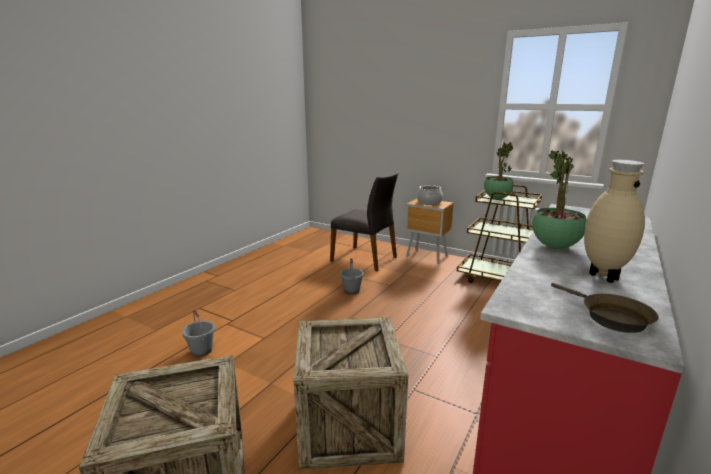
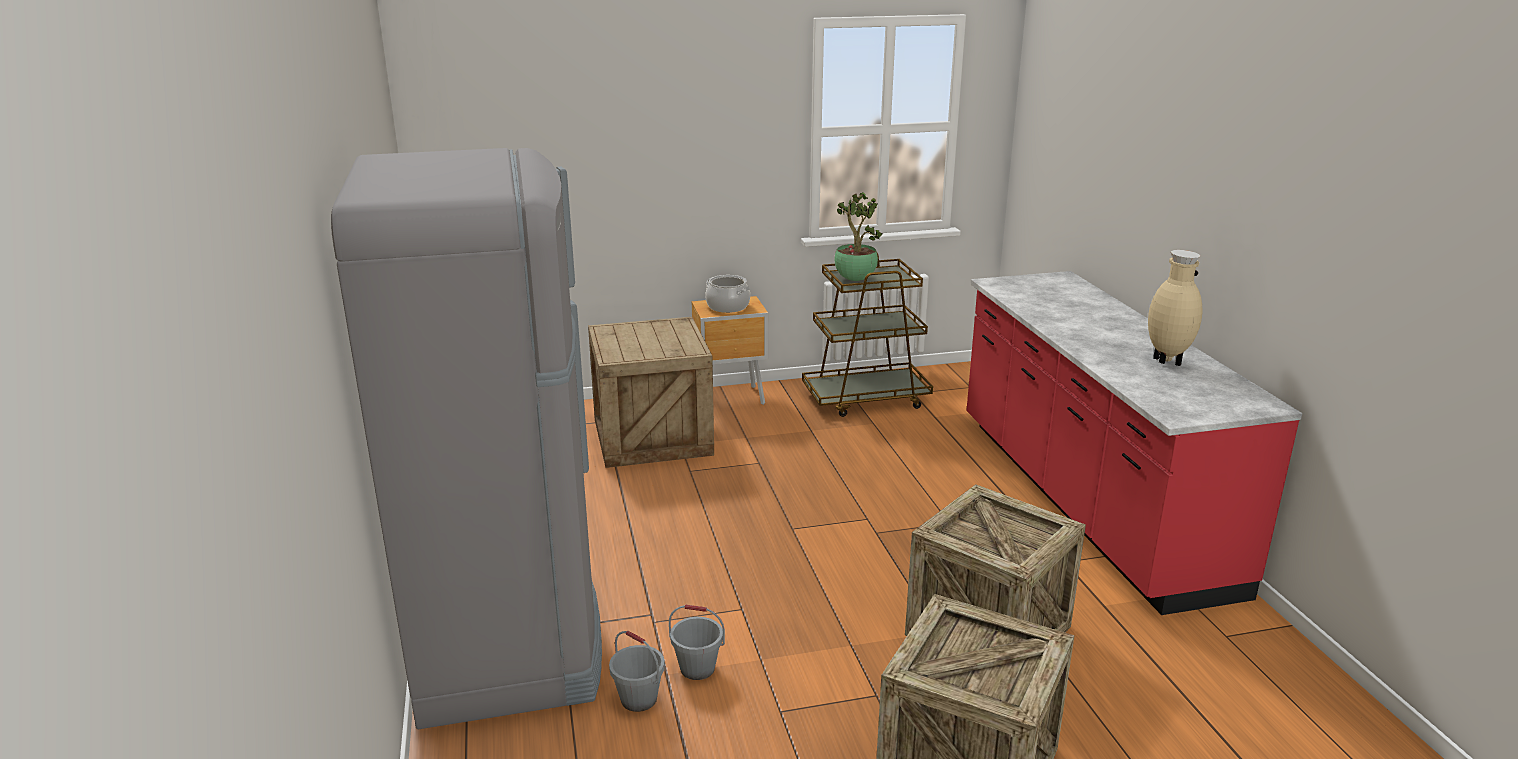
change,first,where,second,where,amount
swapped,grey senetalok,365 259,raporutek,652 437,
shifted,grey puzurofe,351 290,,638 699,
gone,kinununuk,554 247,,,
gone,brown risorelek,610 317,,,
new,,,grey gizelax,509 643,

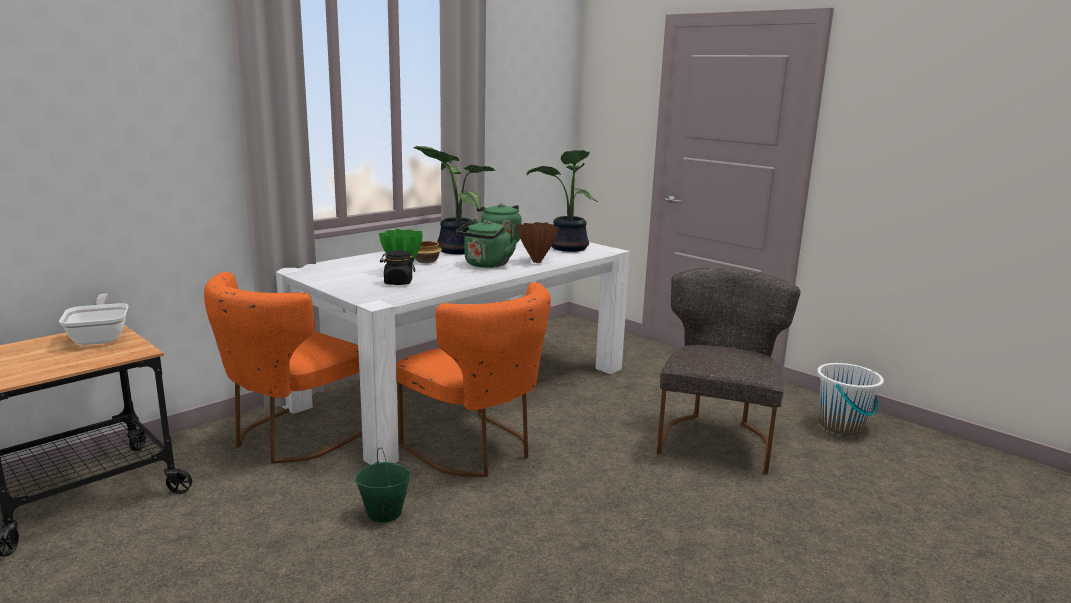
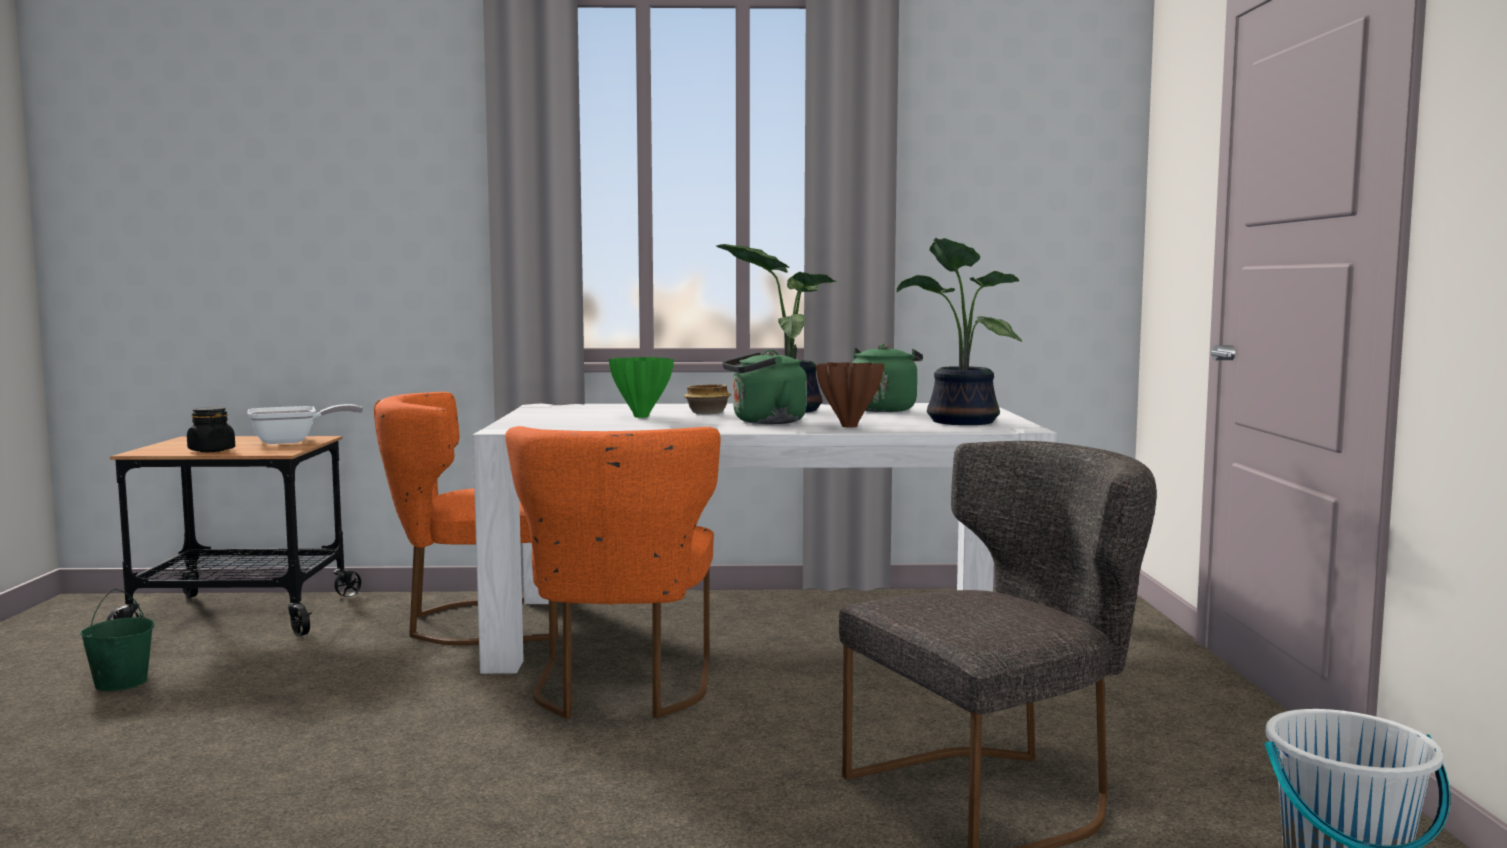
change,first,where,second,where,amount
rotated,risorelek,101 337,,292 441,45 degrees clockwise
shifted,green puzurofe,384 513,,120 683,
shifted,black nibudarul,398 282,,211 450,

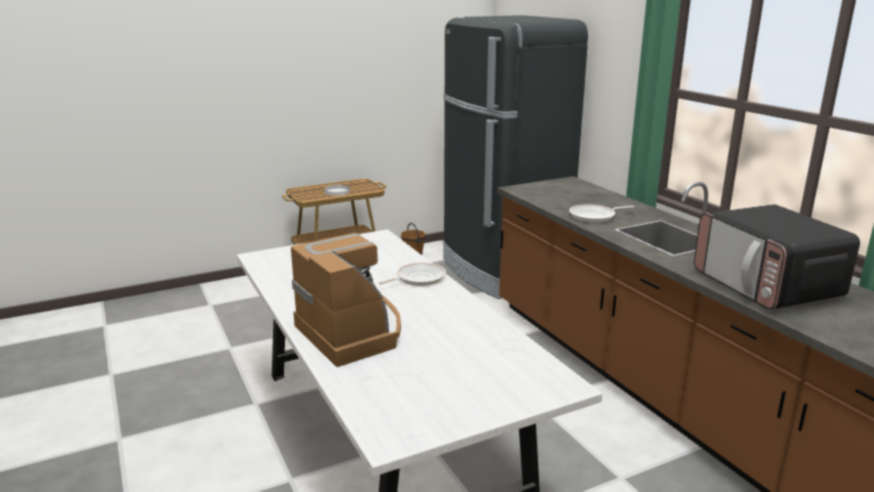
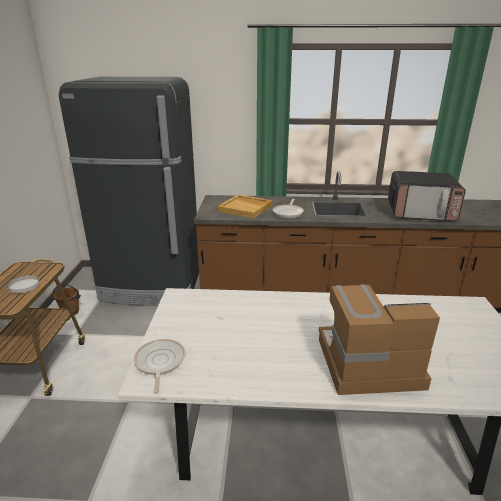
change,first,where,second,where,amount
shifted,risorelek,418 278,,159 362,
new,,,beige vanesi,245 208,

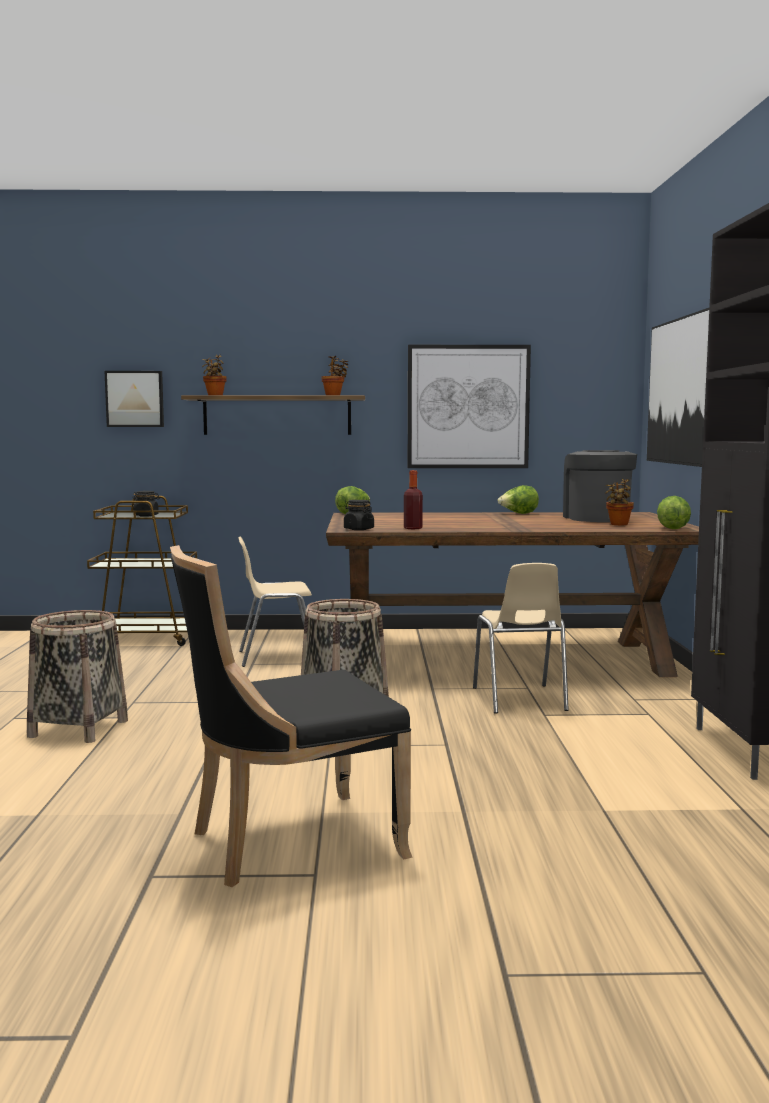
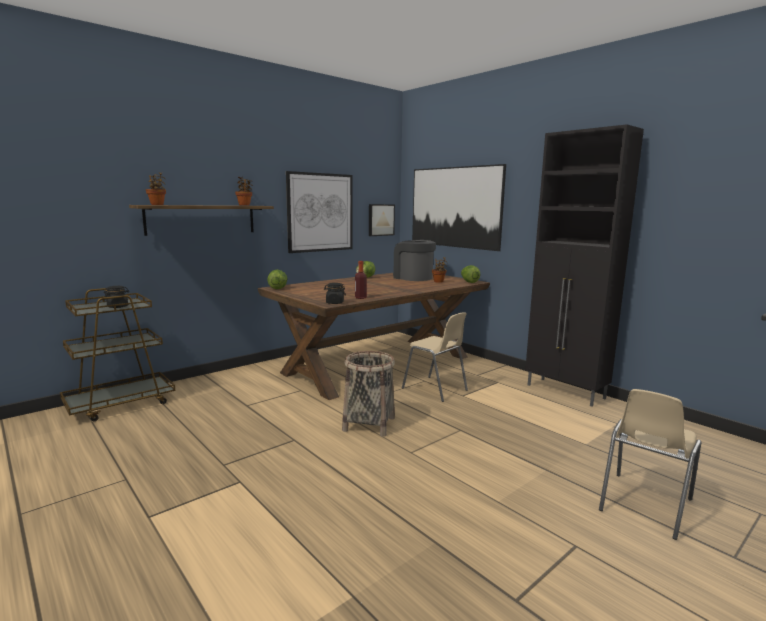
change,first,where,second,where,amount
gone,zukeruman,78 728,,,
shifted,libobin,135 399,,380 220,
gone,black senetalok,288 843,,,
shifted,beige senetalok,277 657,,644 505,

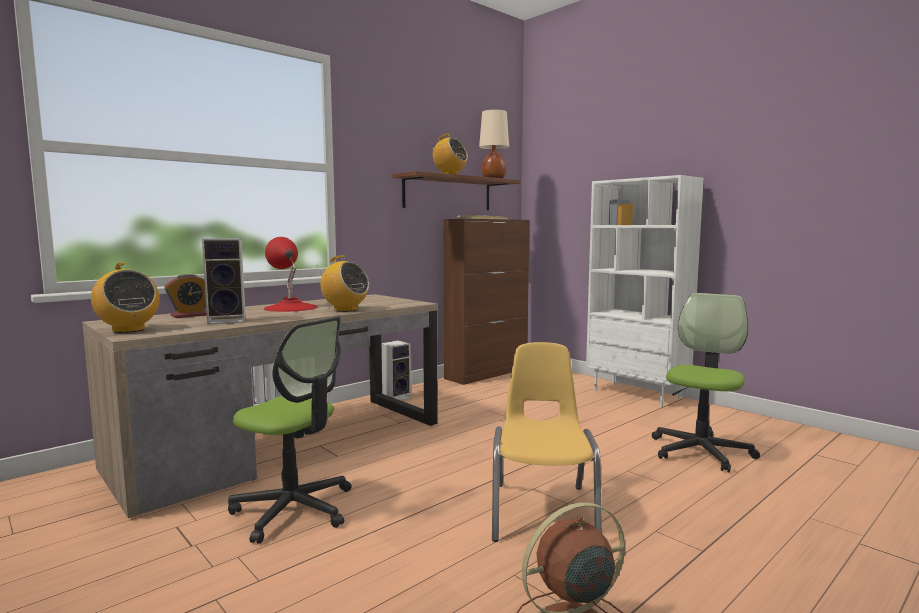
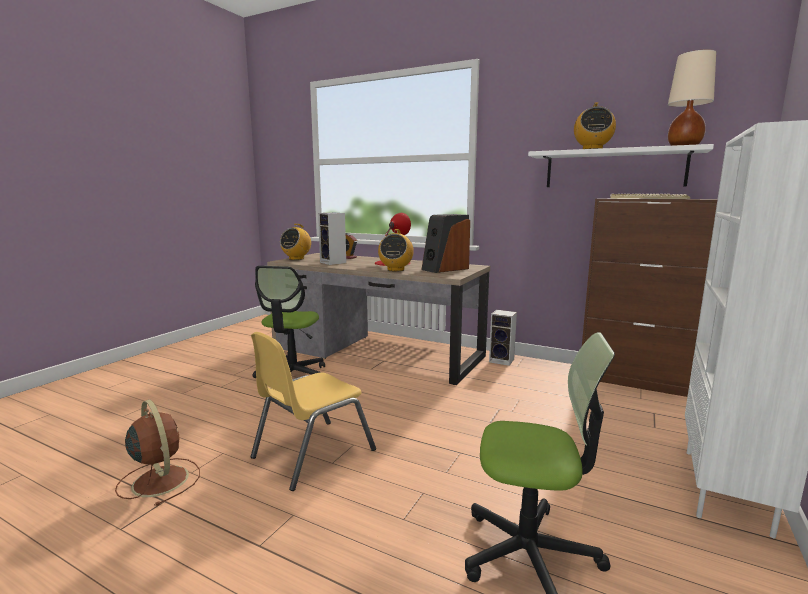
change,first,where,second,where,amount
repainted,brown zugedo,448 193,white zugedo,614 169,
rotated,yellow senetalok,543 512,,312 453,150 degrees clockwise
new,,,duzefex,445 269,

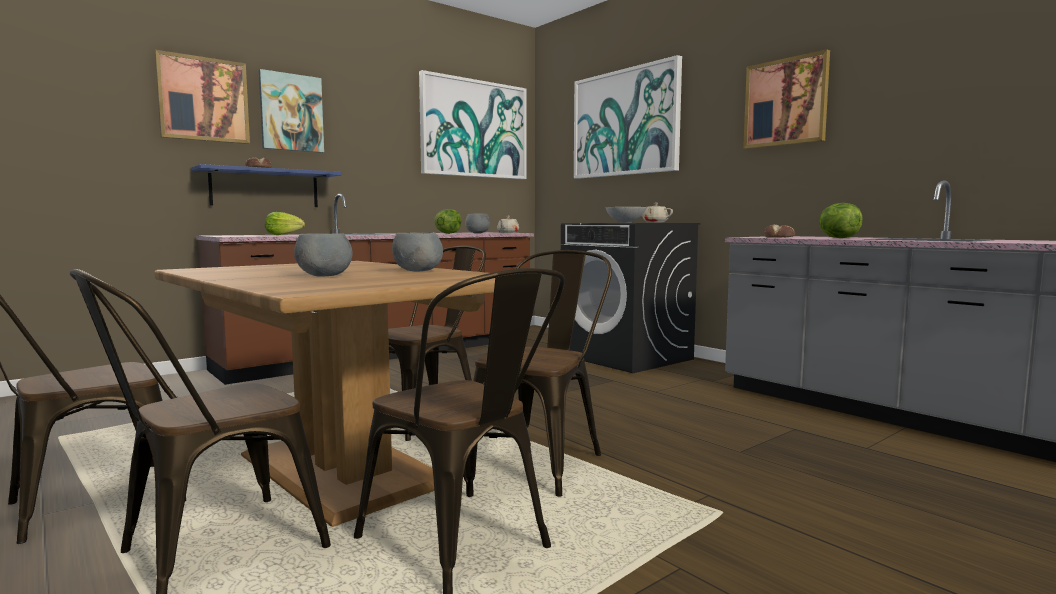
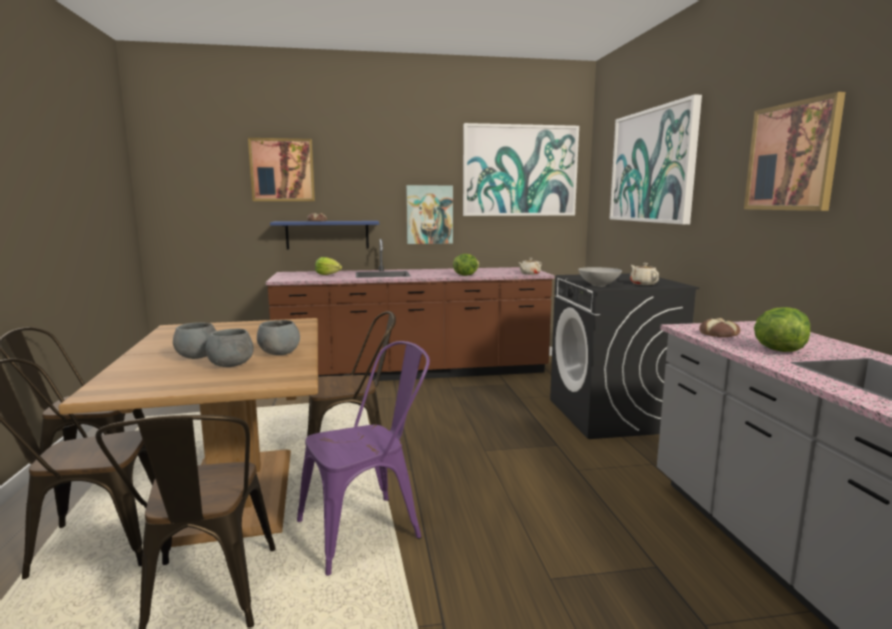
change,first,where,second,where,amount
shifted,libobin,291 112,,429 214,
shifted,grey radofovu,478 233,,231 365,
repainted,brown senetalok,541 460,purple senetalok,369 528,

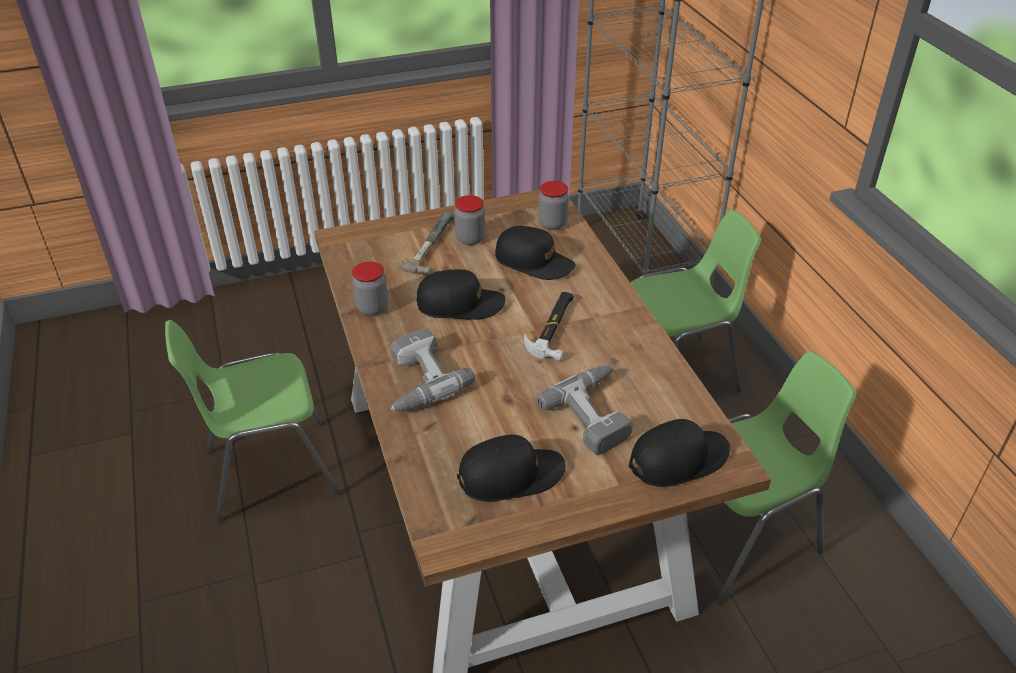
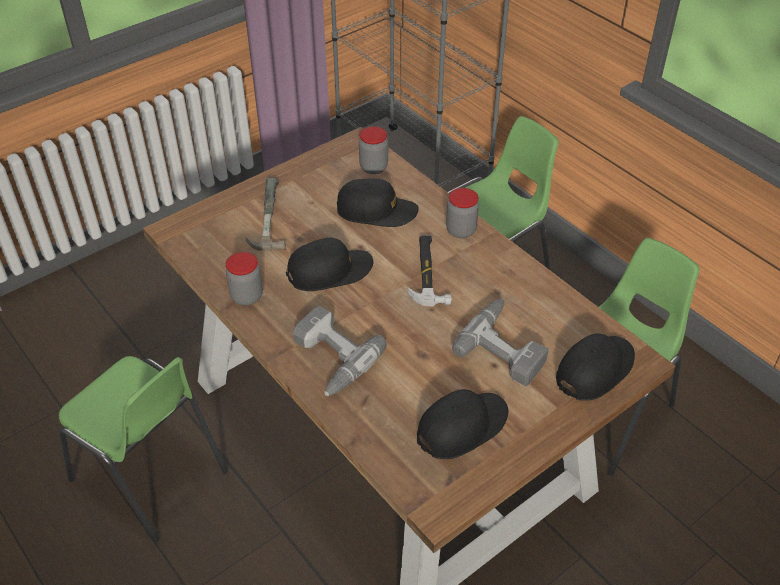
change,first,where,second,where,amount
rotated,green senetalok,270 471,,150 476,105 degrees counterclockwise
shifted,nibudarul,470 238,,461 230,

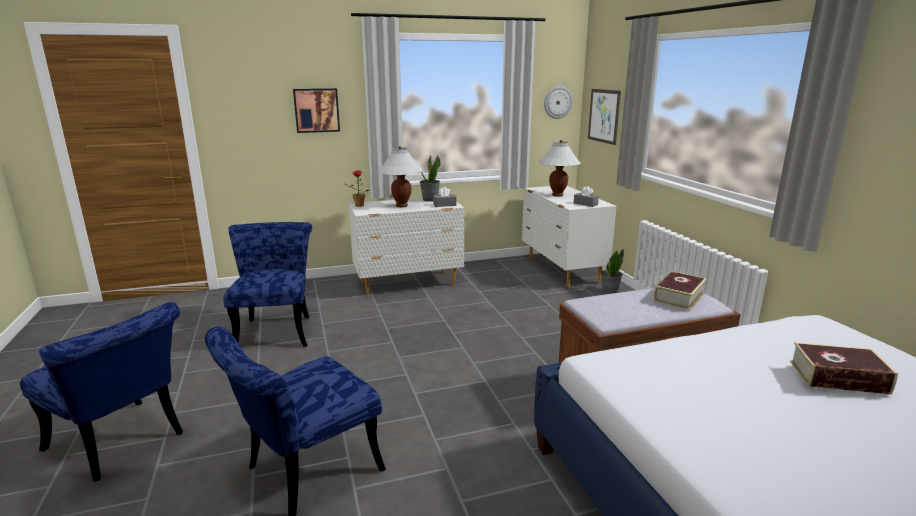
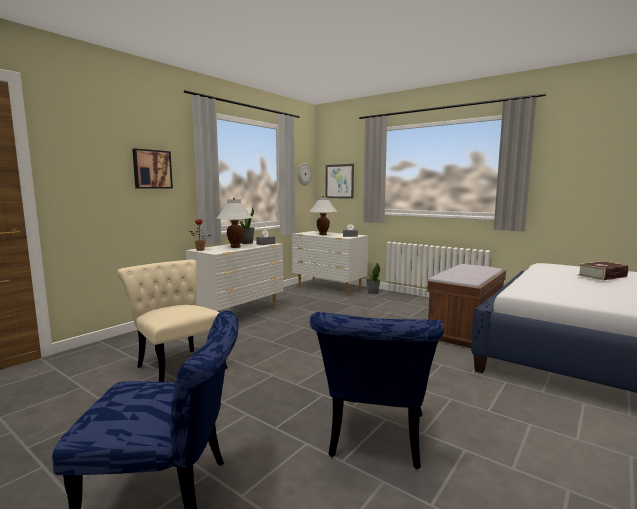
change,first,where,second,where,amount
repainted,blue senetalok,276 329,beige senetalok,177 366,
gone,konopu,678 297,,,

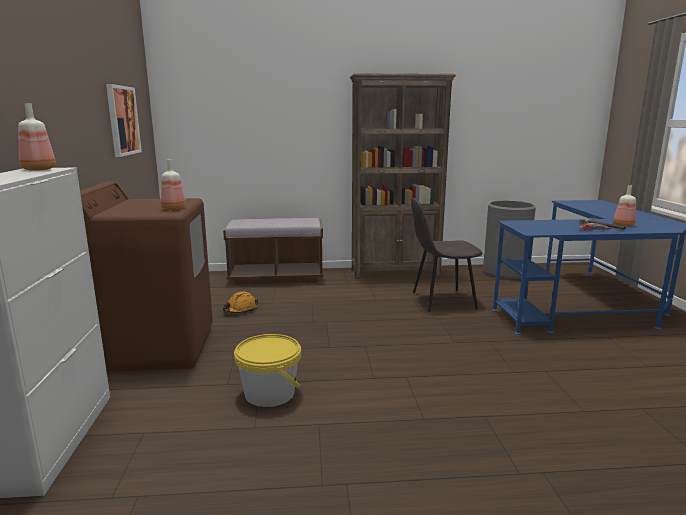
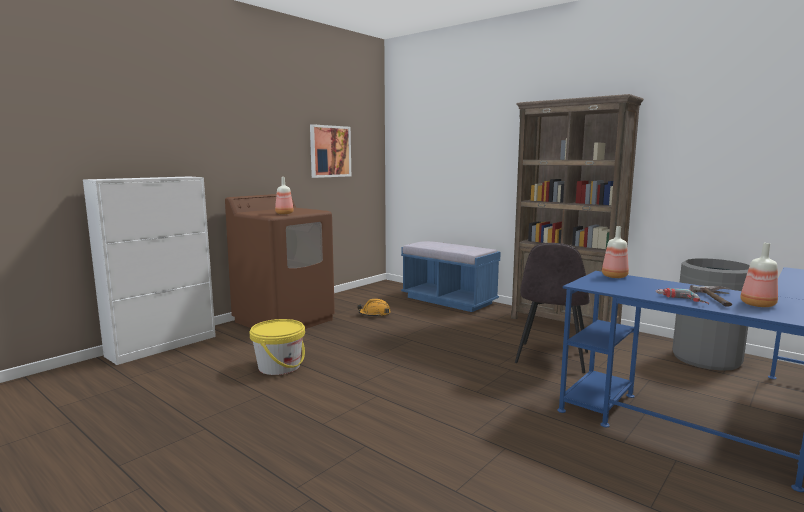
change,first,where,second,where,amount
shifted,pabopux,39 169,,615 276,
repainted,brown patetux,276 277,blue patetux,448 300,
rotated,grey senetalok,441 300,,551 358,105 degrees counterclockwise

